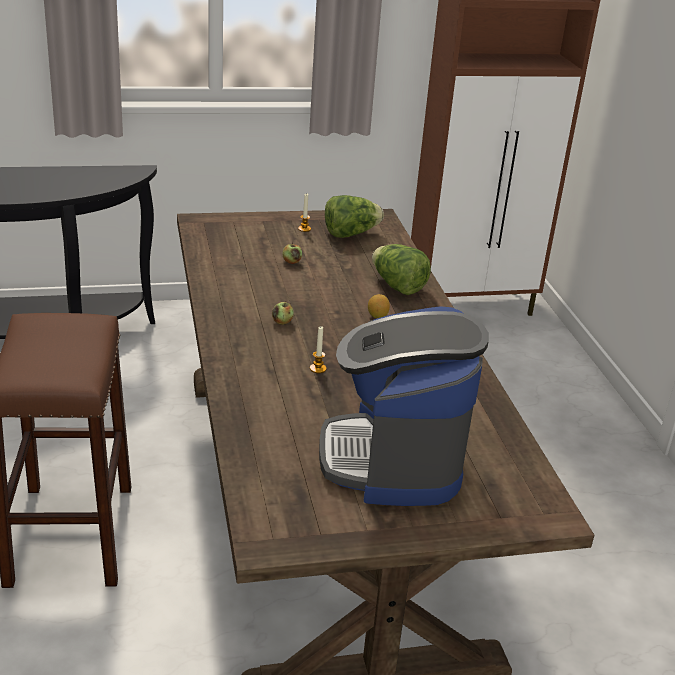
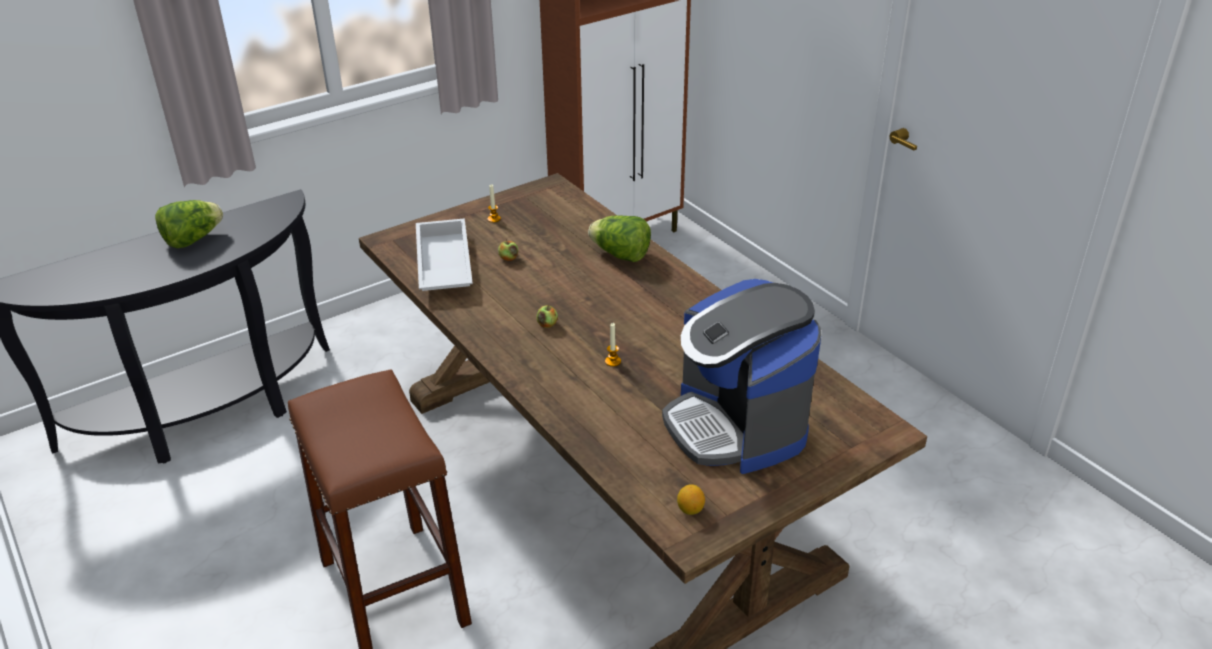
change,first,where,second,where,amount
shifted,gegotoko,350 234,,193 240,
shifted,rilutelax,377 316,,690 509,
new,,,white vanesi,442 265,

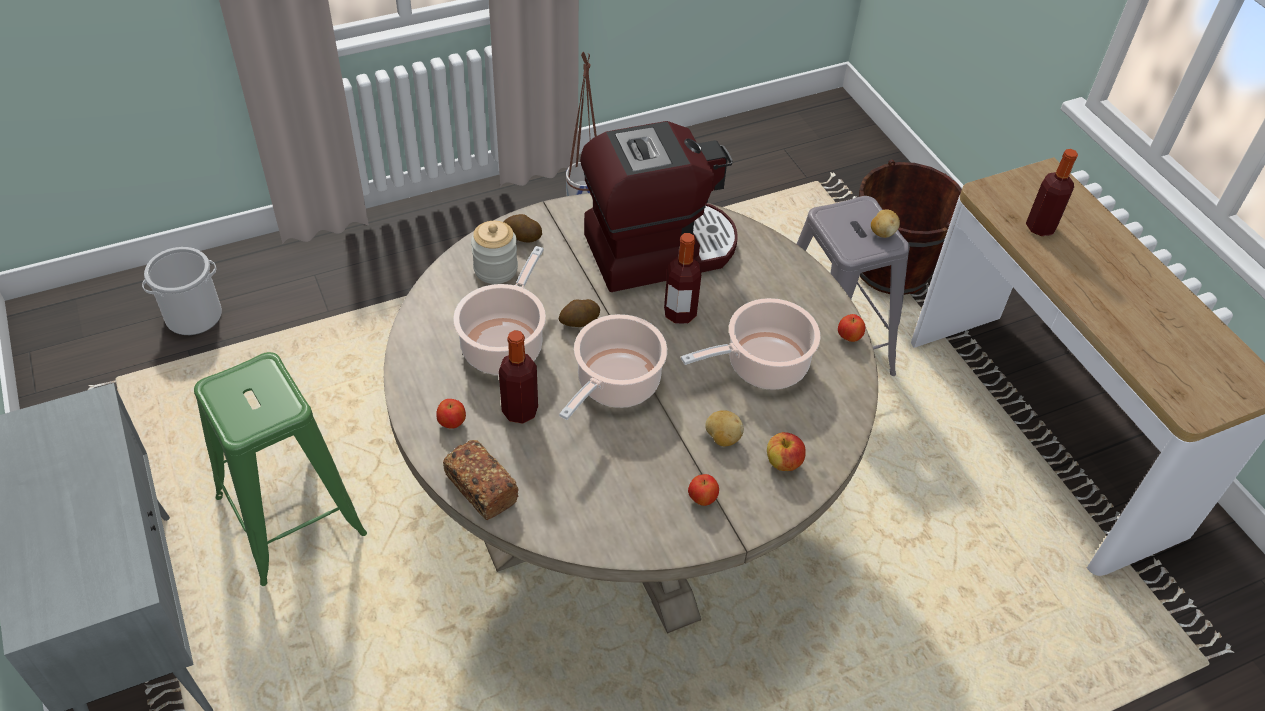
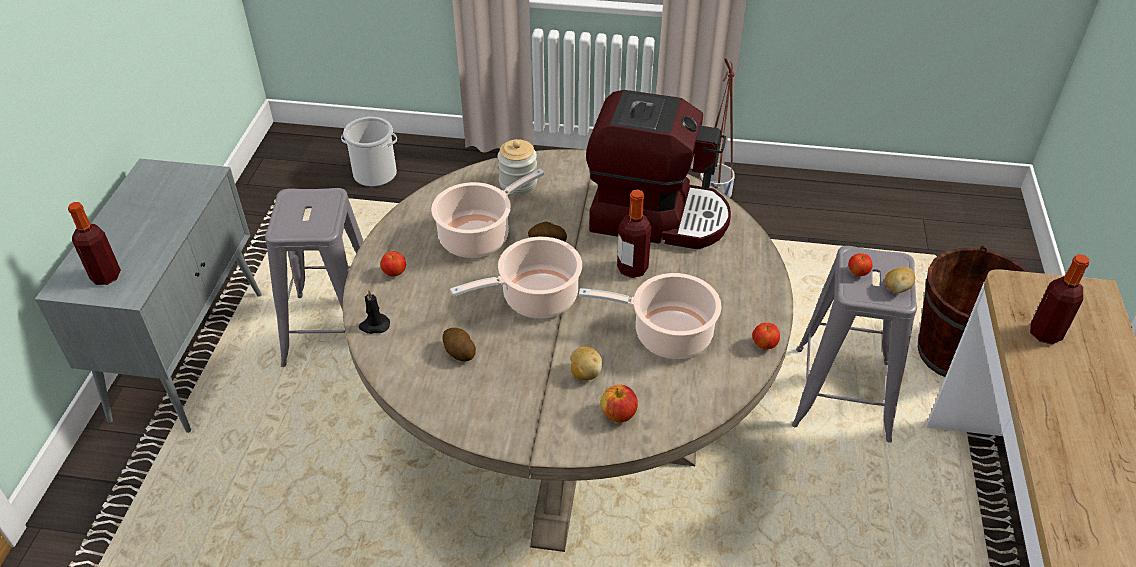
change,first,where,second,where,amount
repainted,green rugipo,291 517,grey rugipo,334 330,
swapped,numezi,481 489,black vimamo,374 325,
shifted,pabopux,520 411,,106 276,
shifted,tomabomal,522 237,,459 352,
shifted,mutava,702 498,,857 273,

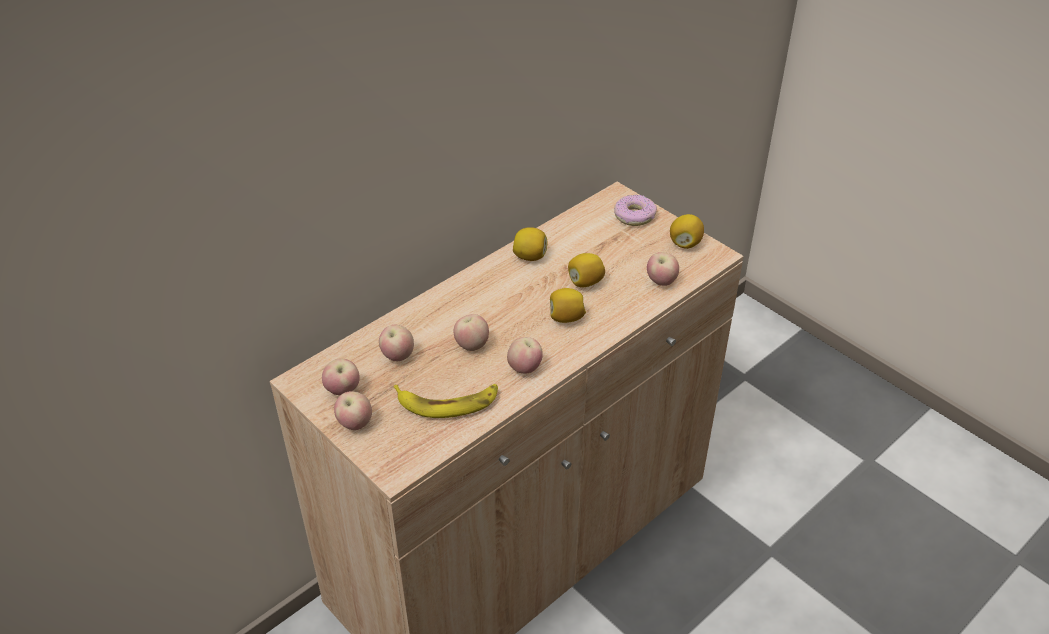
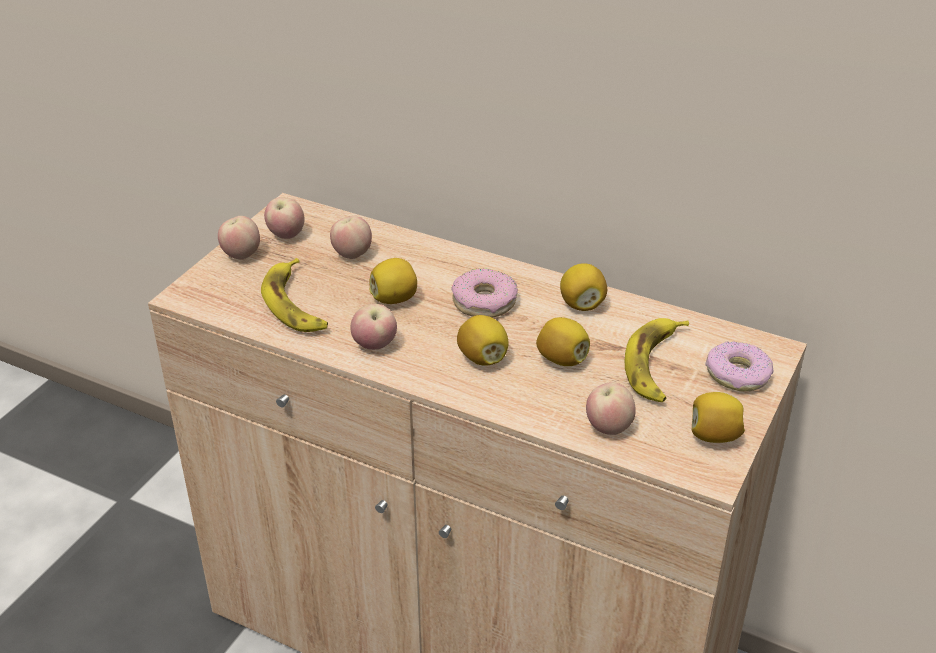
change,first,where,second,where,amount
swapped,mutava,472 345,rilutelax,394 299,
new,,,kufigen,484 302,
new,,,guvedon,656 365,

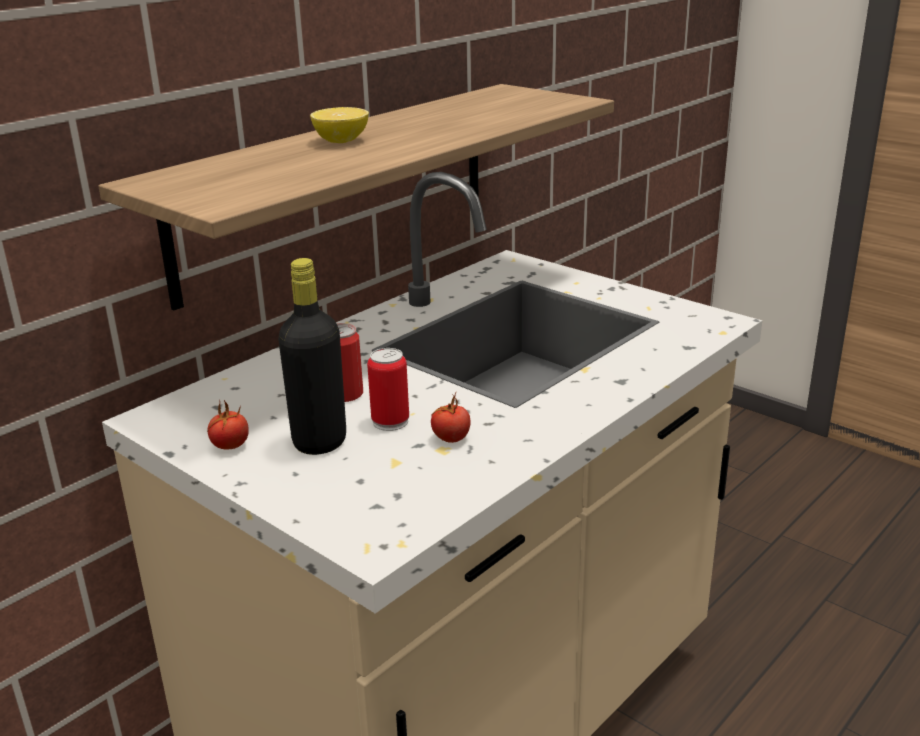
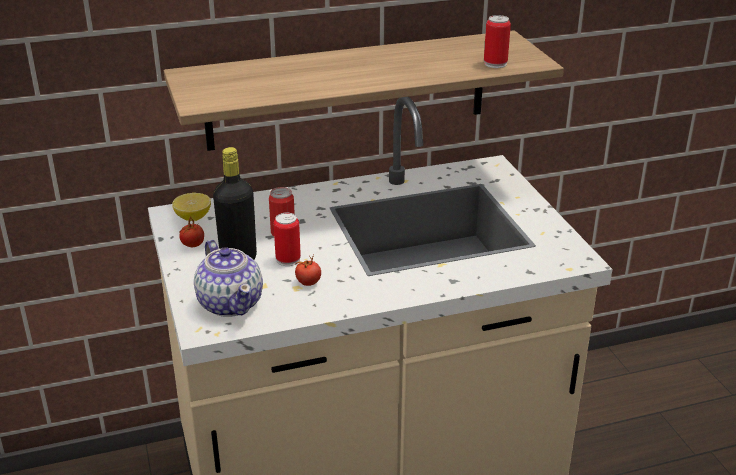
change,first,where,second,where,amount
shifted,rilutelax,341 141,,193 217,
new,,,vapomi,230 303,
new,,,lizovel,495 63,

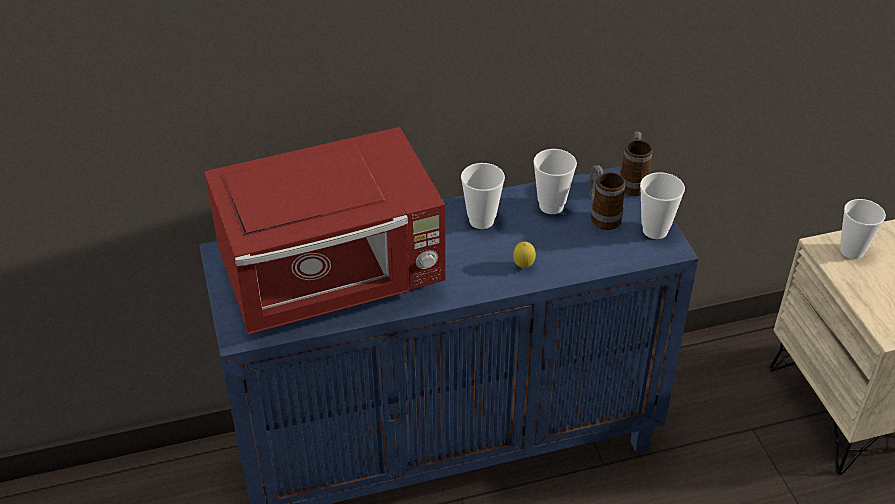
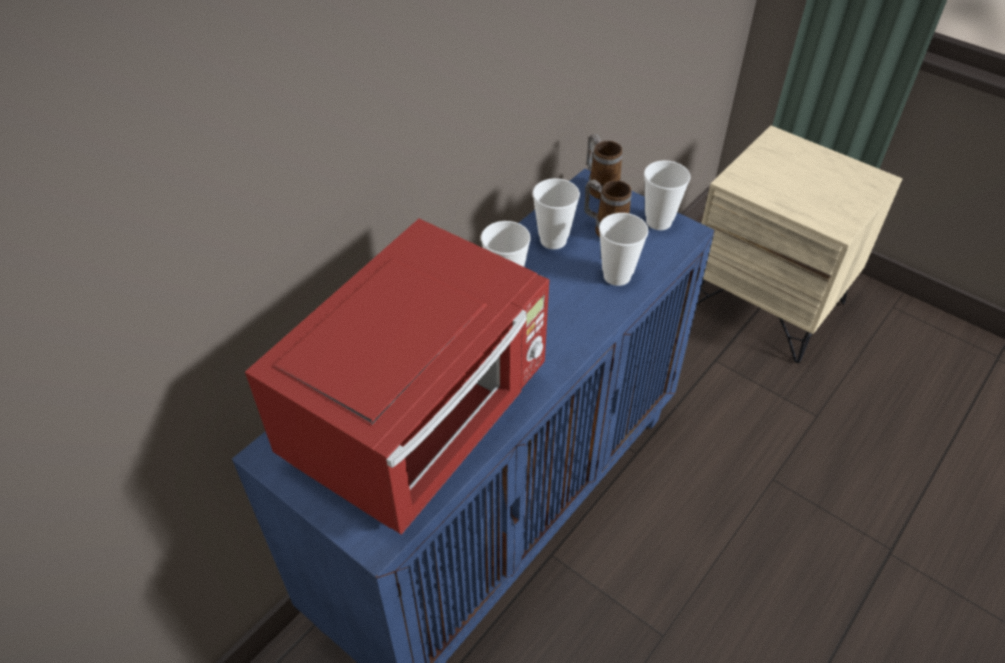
change,first,where,second,where,amount
gone,rilutelax,523 266,,,
shifted,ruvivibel,852 251,,617 276,

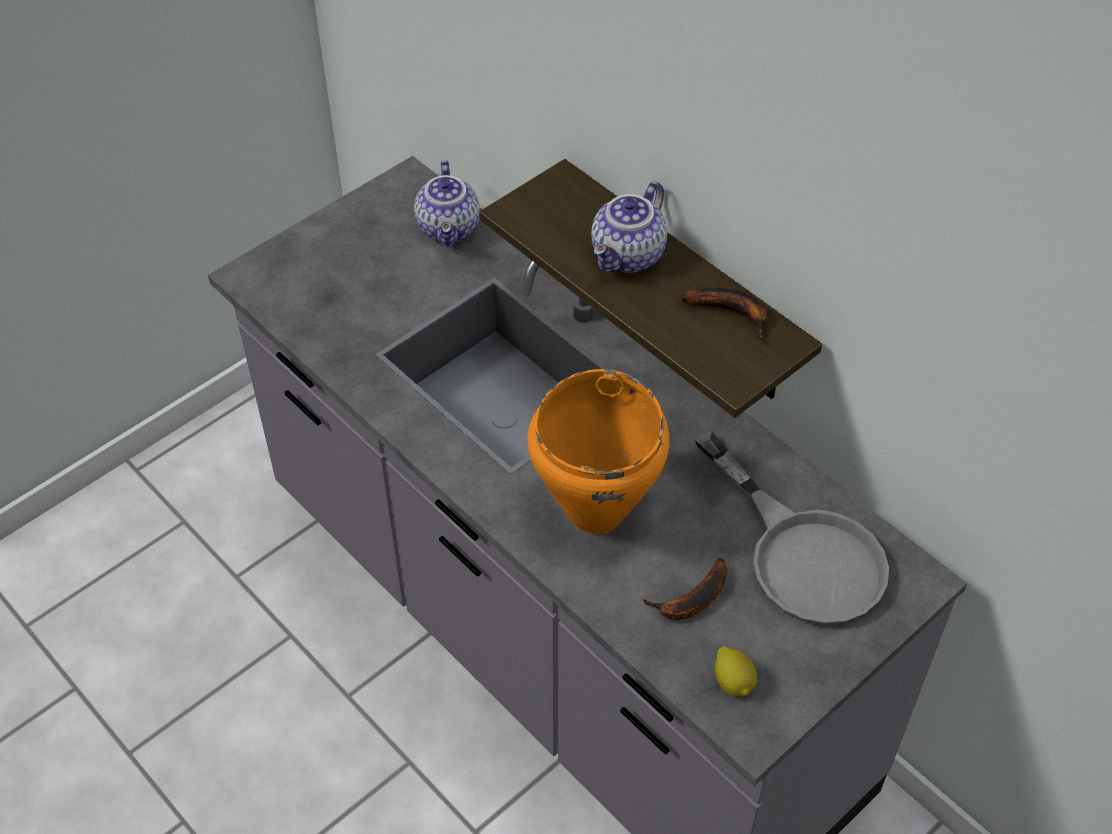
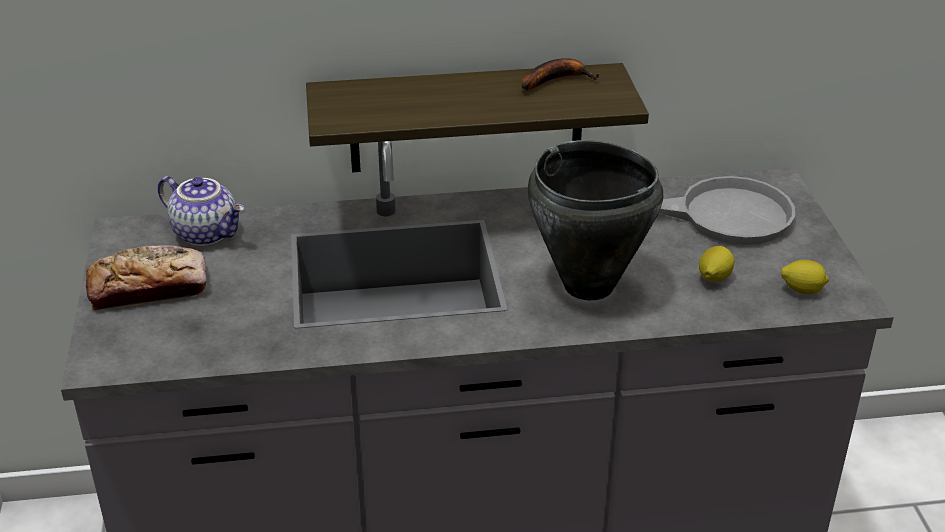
change,first,where,second,where,amount
repainted,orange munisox,594 513,black munisox,588 286,
gone,vapomi,629 256,,,
swapped,guvedon,690 601,rilutelax,713 278,
new,,,numezi,149 288,

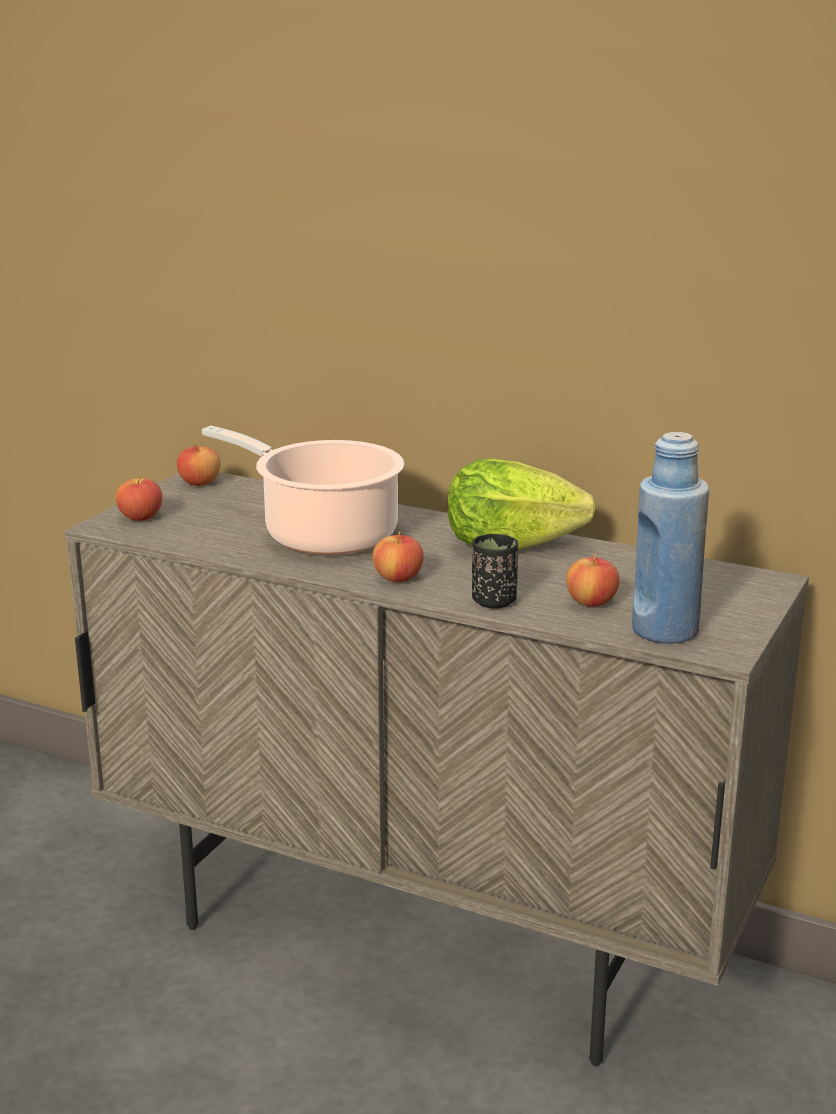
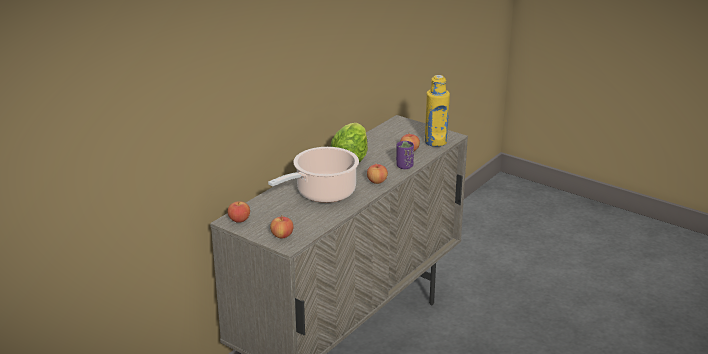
change,first,where,second,where,amount
repainted,black ruvivibel,494 601,purple ruvivibel,404 166,
repainted,blue pabopux,664 630,yellow pabopux,435 142,

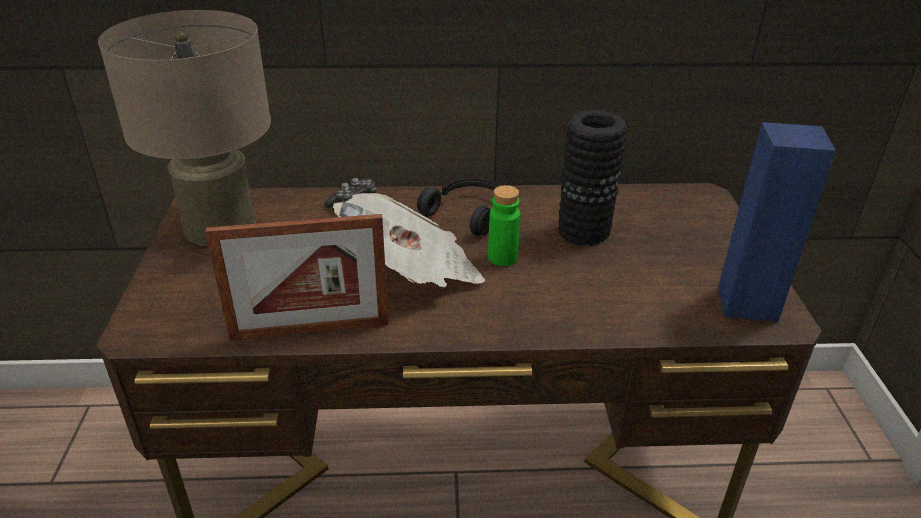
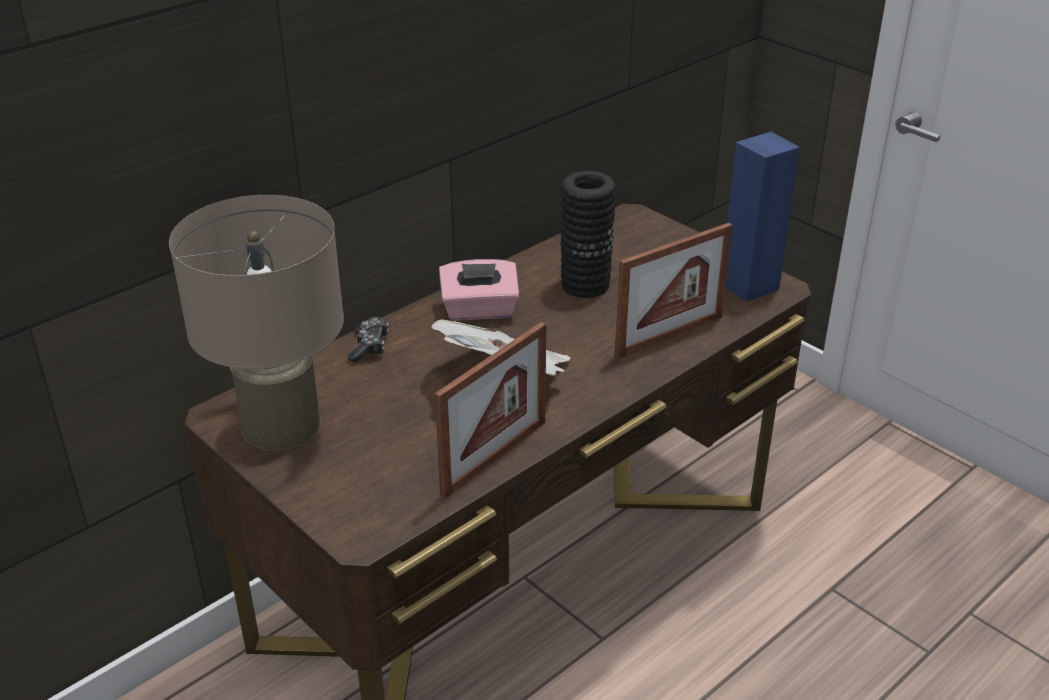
change,first,where,second,where,amount
swapped,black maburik,468 213,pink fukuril,479 310,
gone,green pabopux,502 258,,,
new,,,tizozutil,669 336,

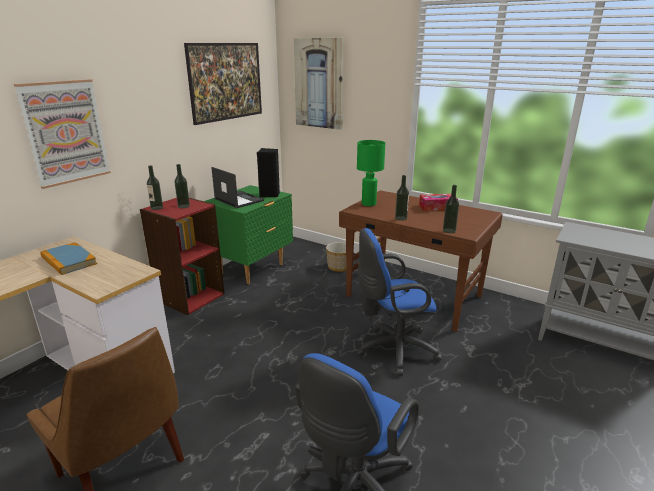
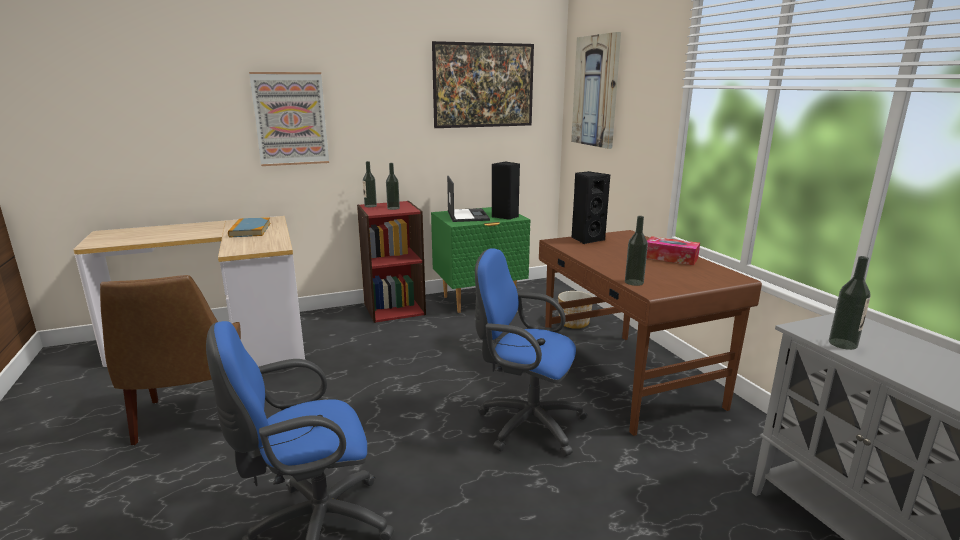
change,first,where,second,where,amount
swapped,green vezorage,368 204,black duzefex,586 239,
shifted,pabopux,401 218,,842 344,

